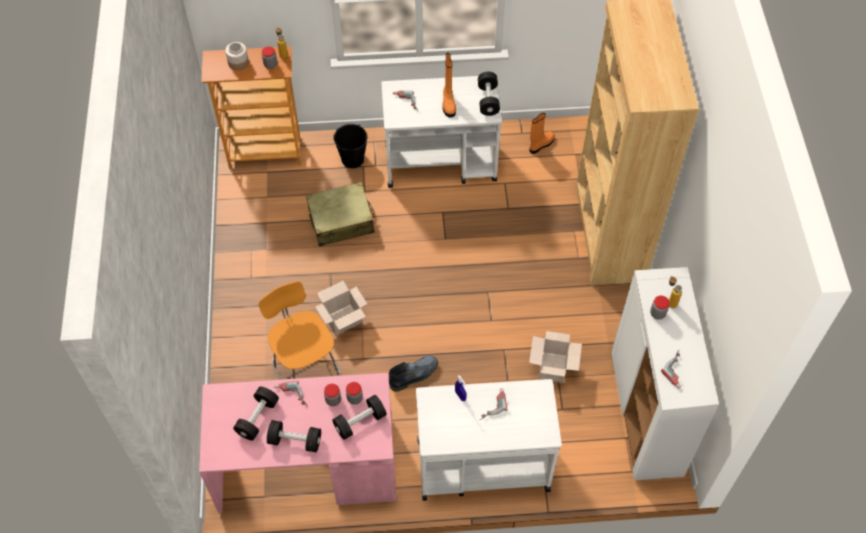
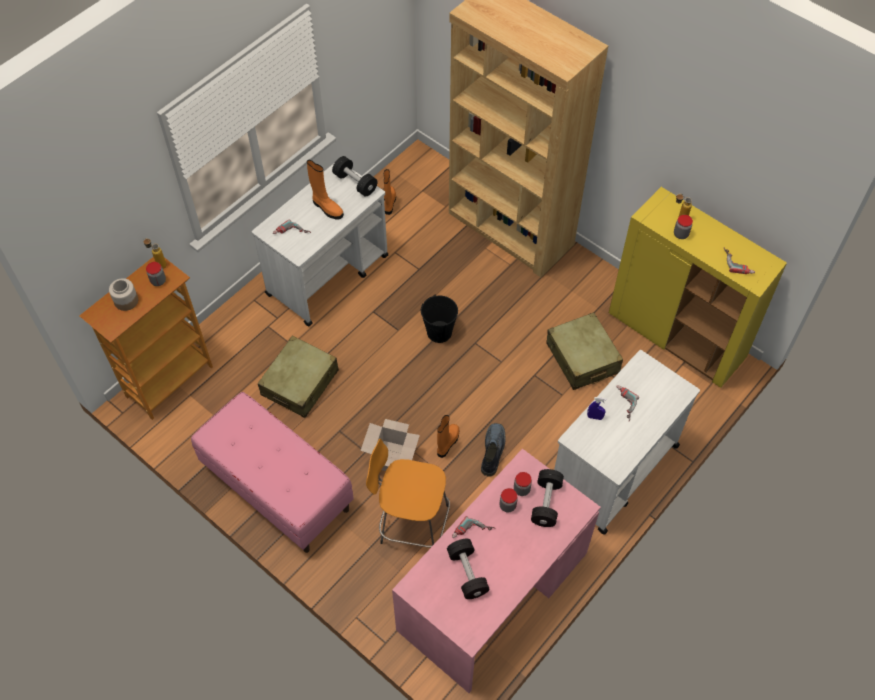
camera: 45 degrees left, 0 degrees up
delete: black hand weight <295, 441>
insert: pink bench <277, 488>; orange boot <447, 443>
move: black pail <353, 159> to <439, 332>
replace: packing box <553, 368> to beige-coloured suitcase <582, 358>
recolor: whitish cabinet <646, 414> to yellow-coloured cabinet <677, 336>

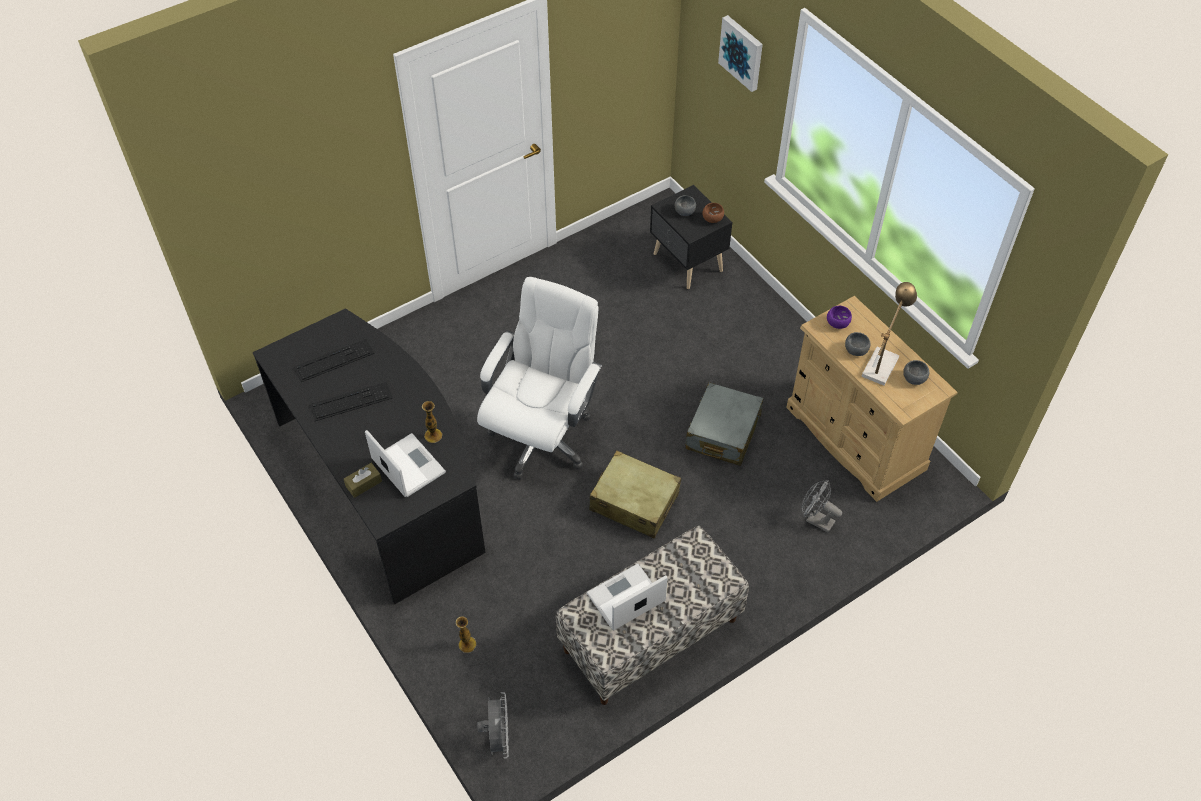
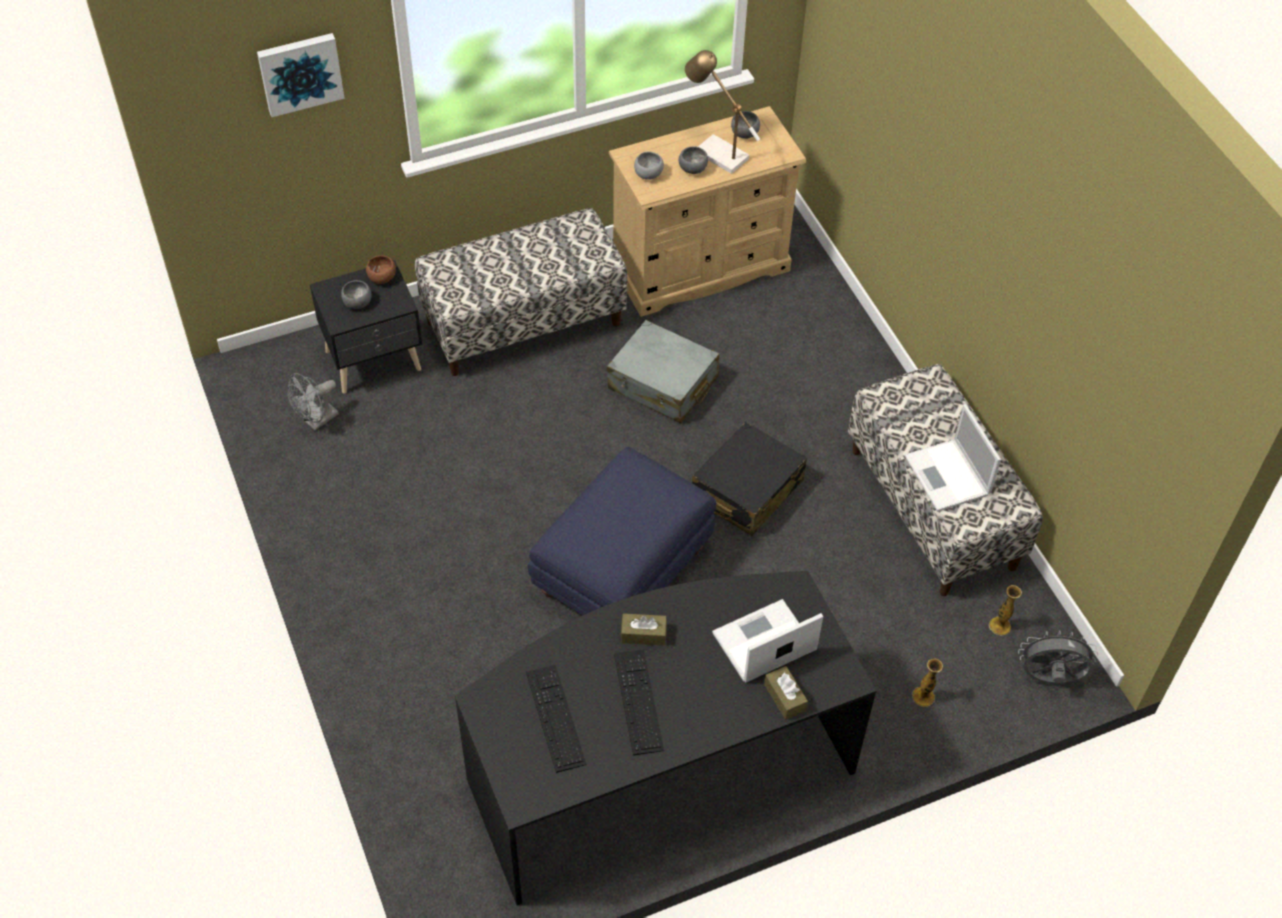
camera: 80 degrees left, 0 degrees up
insert: bench <524, 322>; brownish box of tissues <643, 634>
move: decorative vase <433, 435> to <1000, 626>; grey electric fan <815, 520> to <317, 421>
replace: whitish desk chair <542, 436> to blue-coloured ottoman <623, 570>
recolor: beige-coloured suitcase <634, 502> to black suitcase <746, 490>; purplish serving bowl <838, 324> to grey serving bowl <649, 174>

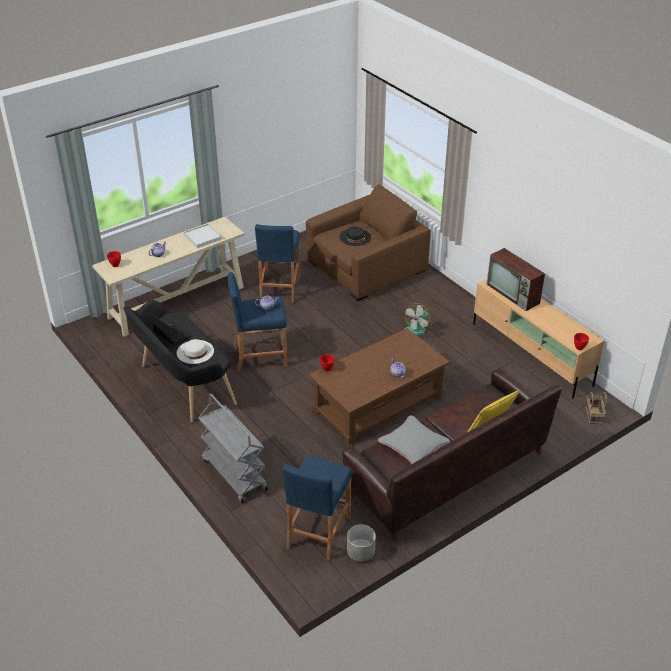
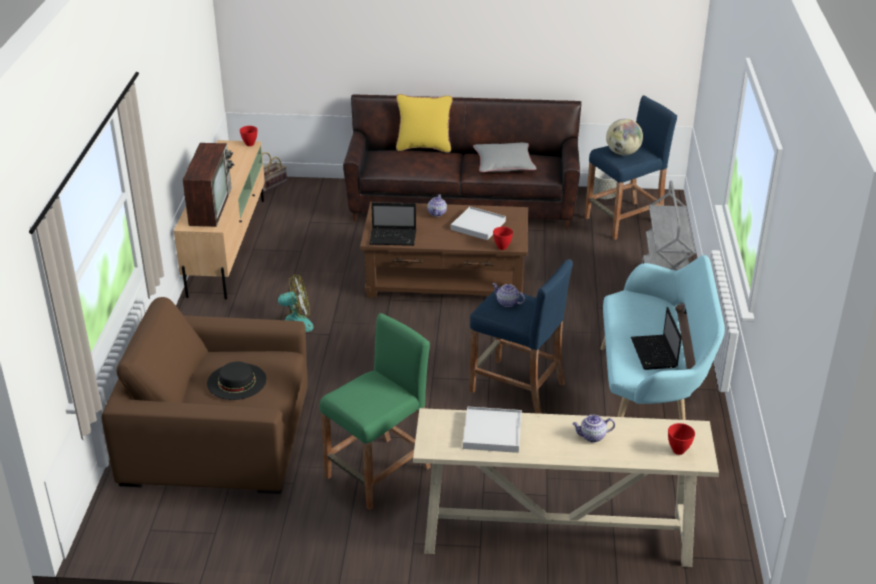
camera: 140 degrees left, 5 degrees down
delete: whitish clothing hat <195, 351>
insert: laptop <394, 238>; whitish carrying tray <478, 225>; globe <622, 153>
recolor: black bench <182, 386> to turquoise bench <649, 401>; blue-coloured stool seat <279, 288> to greenish stool seat <378, 472>

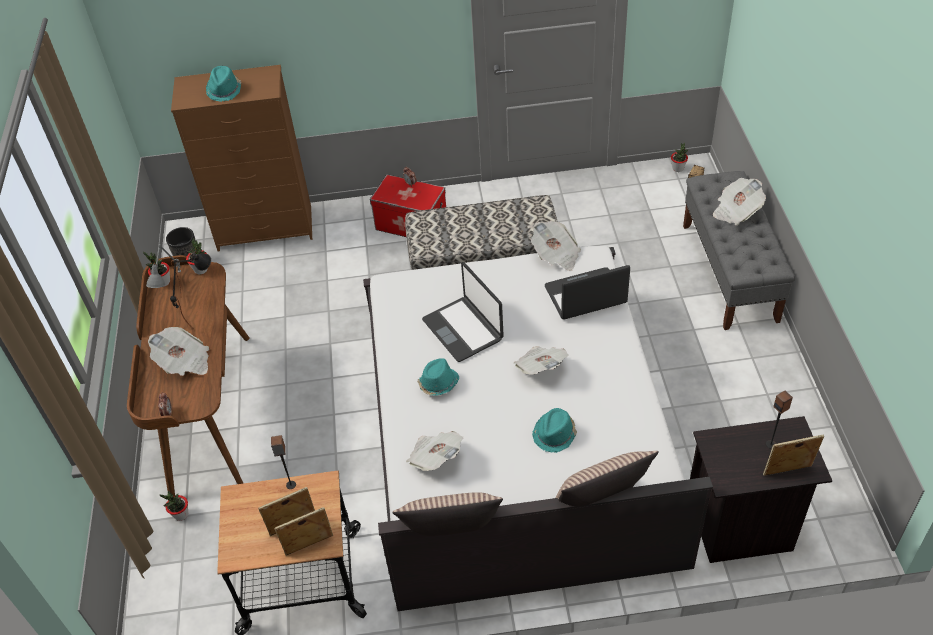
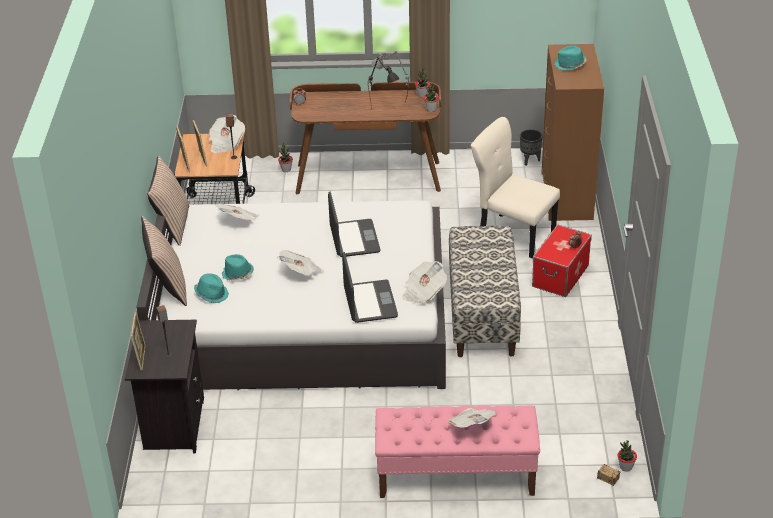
camera: 95 degrees right, 10 degrees down
insert: beige-coloured plain chair <513, 234>
move: daily paper <184, 362> to <226, 143>; turquoise clothing hat <438, 384> to <212, 294>
recolor: grey bench <729, 272> to pink bench <455, 476>
rotate: laptop <463, 329> = <354, 239> 105 degrees clockwise

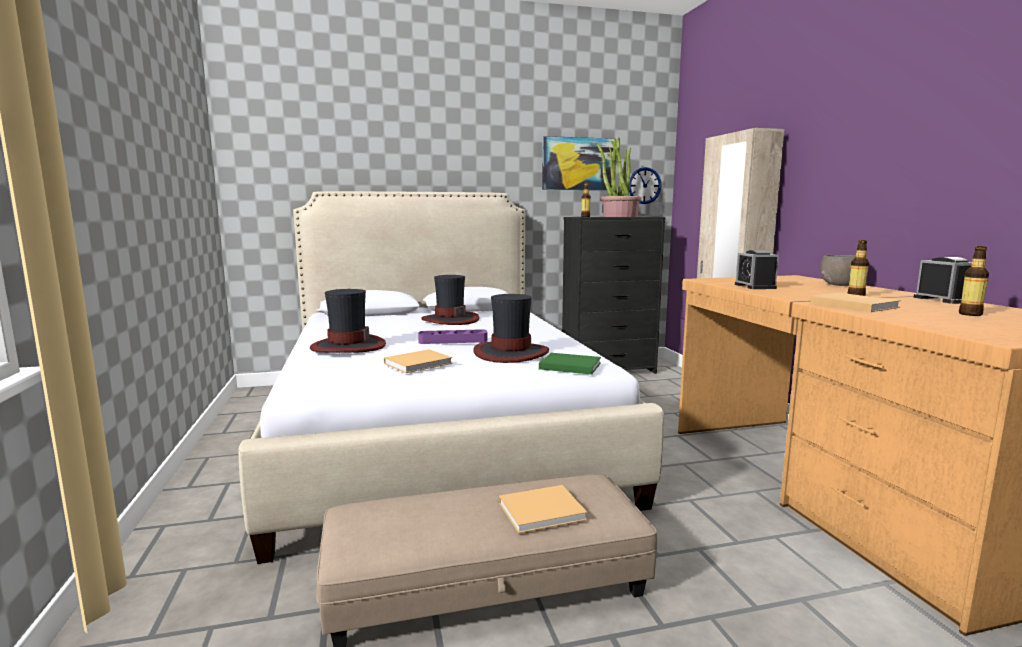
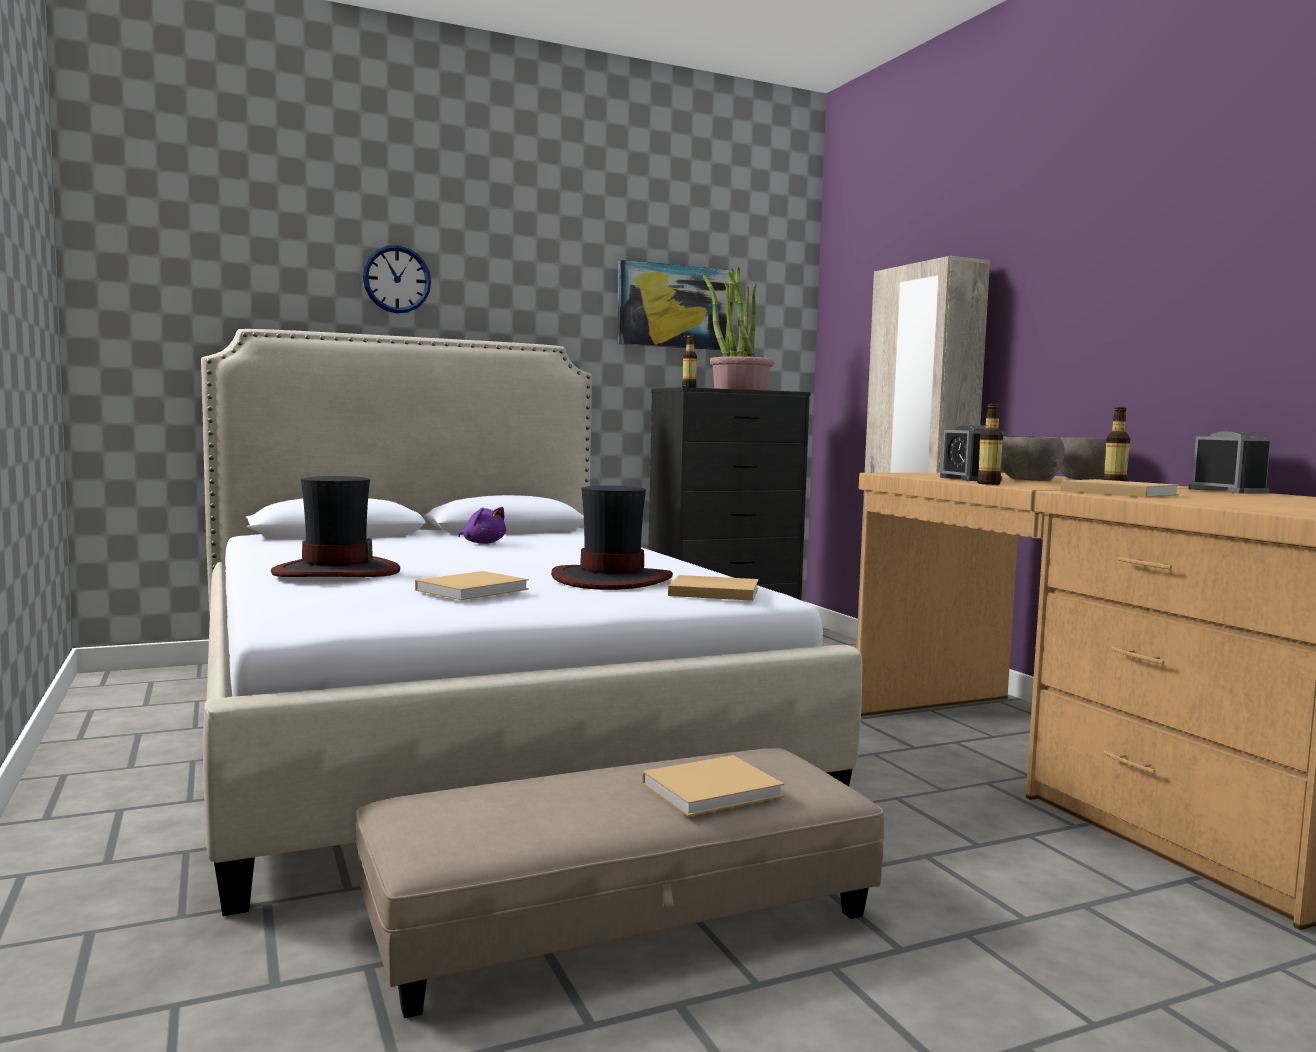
camera: 10 degrees left, 5 degrees down
delete: purplish carrying tray <453, 341>
insert: grey serving bowl <1028, 480>
move: wall clock <644, 185> to <397, 279>; bottle <970, 314> to <988, 483>
replace: clothing hat <450, 320> to purplish plush toy <483, 543>
recolor: greenish bound book <568, 366> to beige-coloured bound book <711, 592>

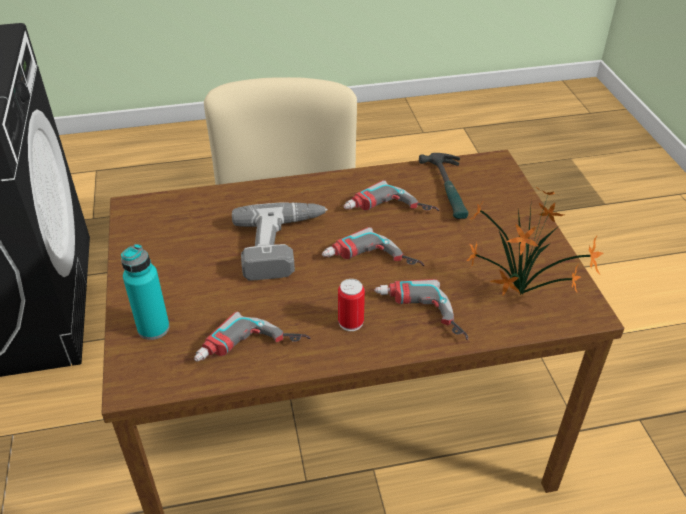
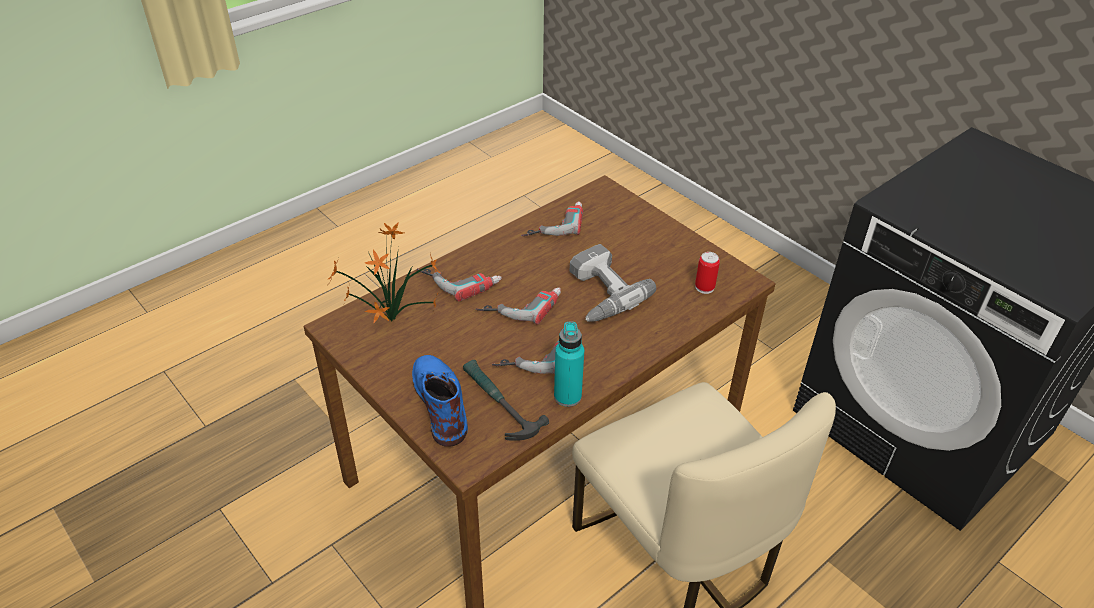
camera: 150 degrees right, 0 degrees up
insert: blue-coloured boot <440, 401>
move: turquoise bottle <153, 328> to <567, 396>; metal can <350, 322> to <704, 287>

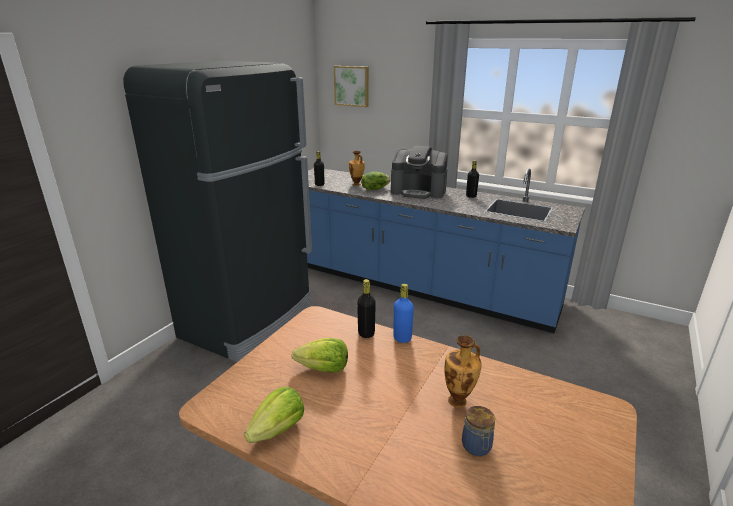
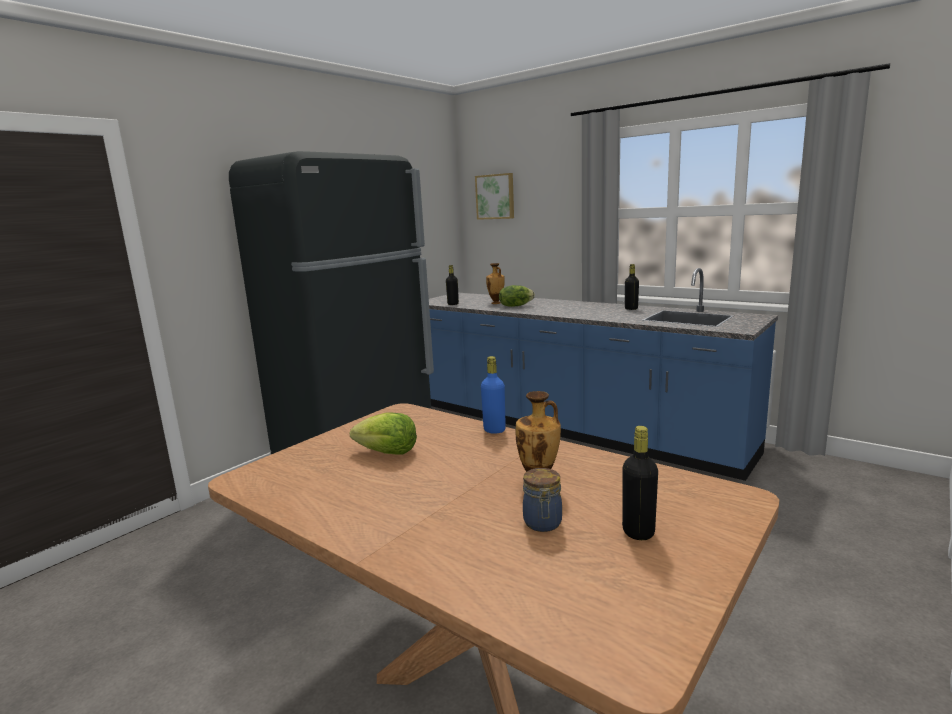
camera: 10 degrees right, 10 degrees down
delete: head of lettuce <278, 429>; coffee machine <418, 191>
move: black bottle <366, 333> to <638, 532>

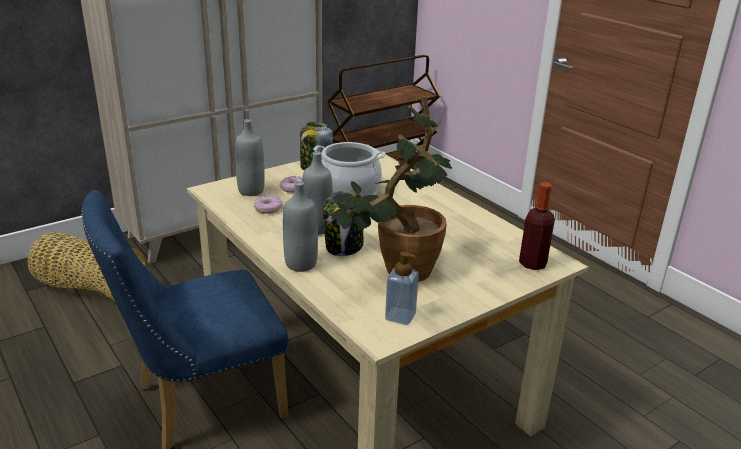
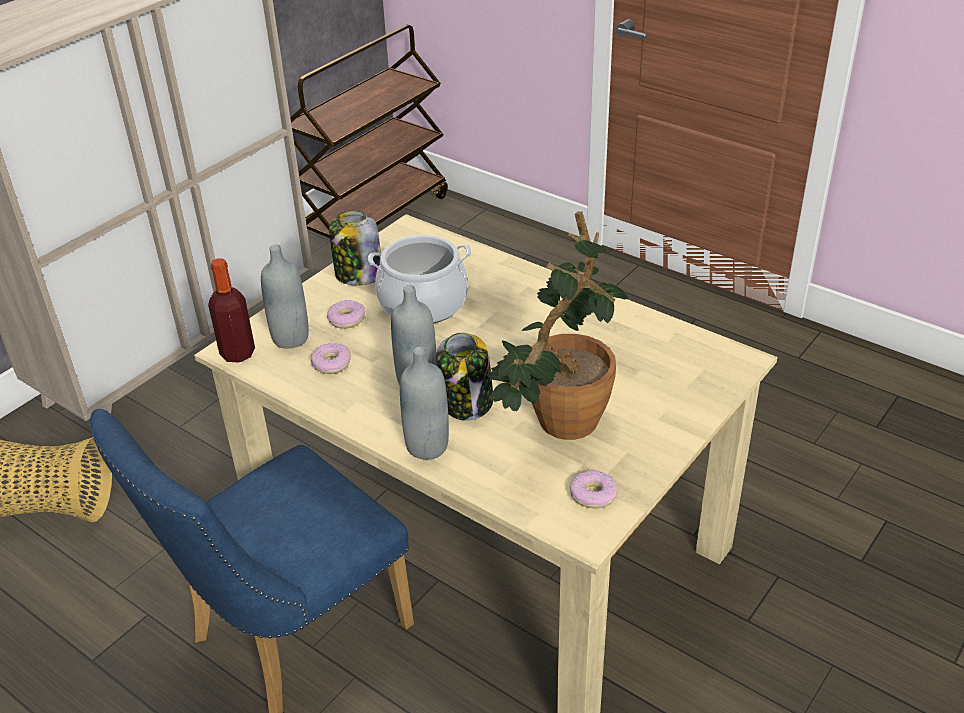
camera: 15 degrees left, 10 degrees up
move: bottle <532, 263> to <237, 353>
replace: soap bottle <400, 316> to ring doughnut <593, 495>

